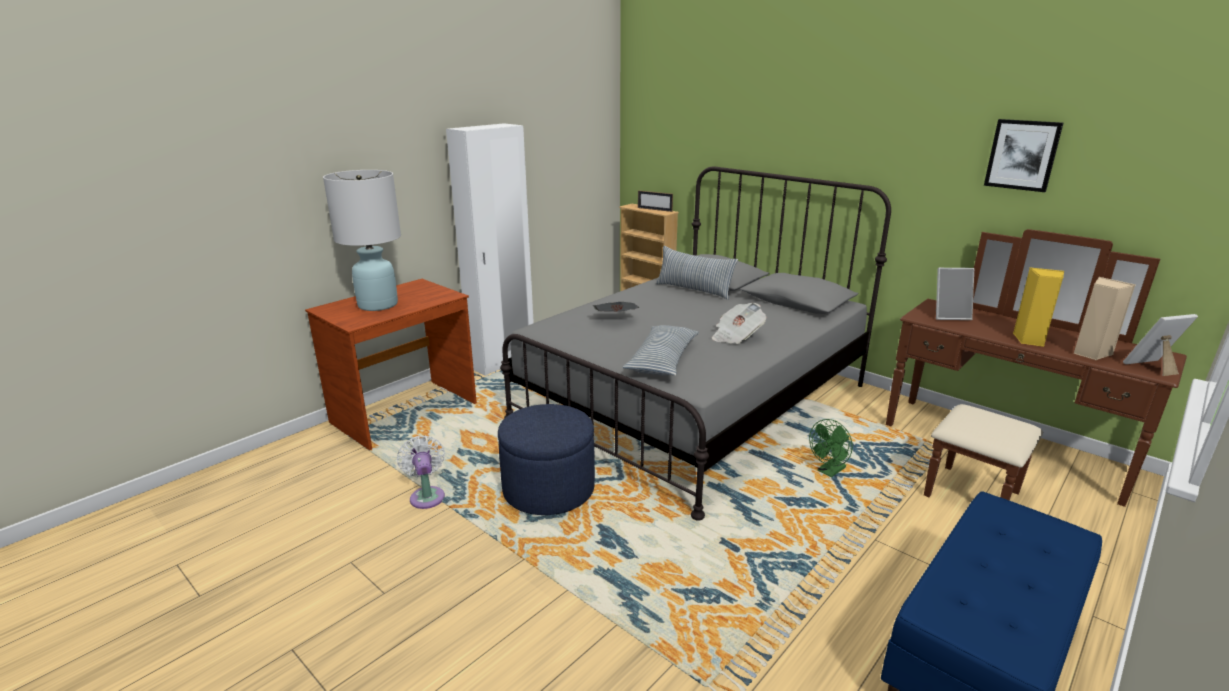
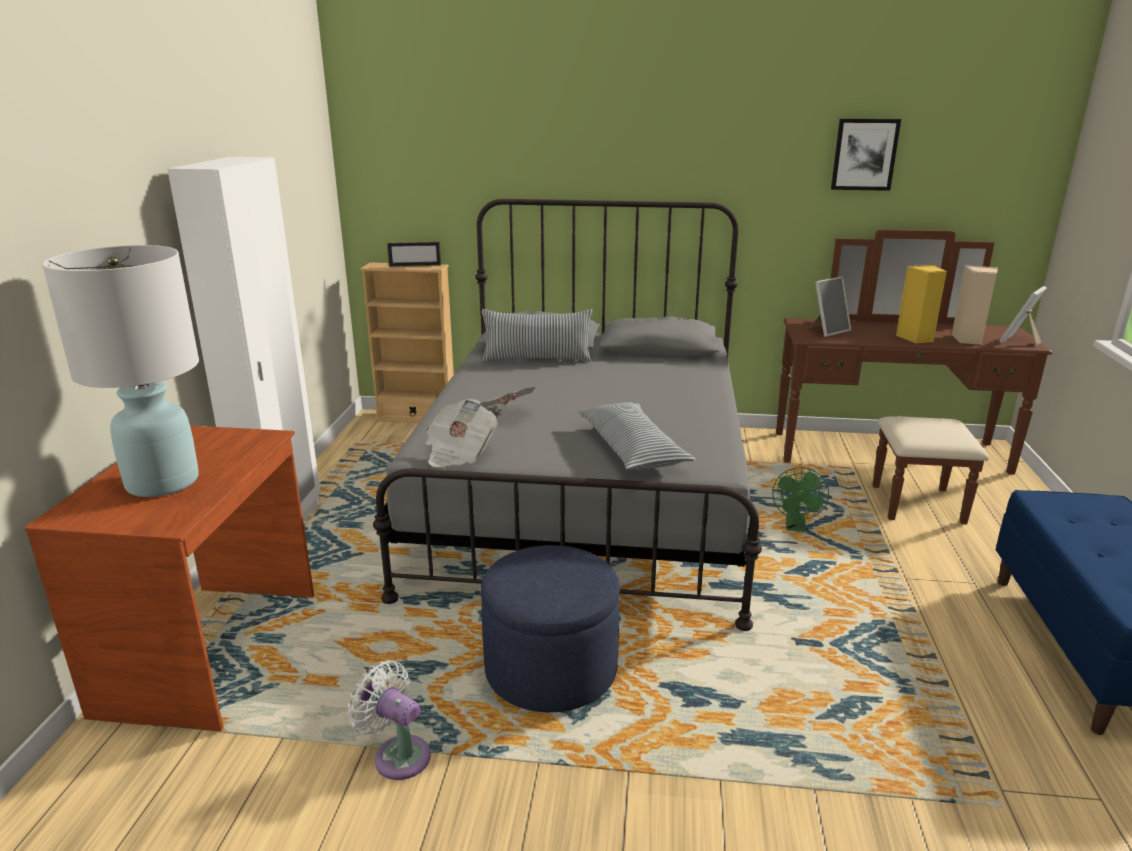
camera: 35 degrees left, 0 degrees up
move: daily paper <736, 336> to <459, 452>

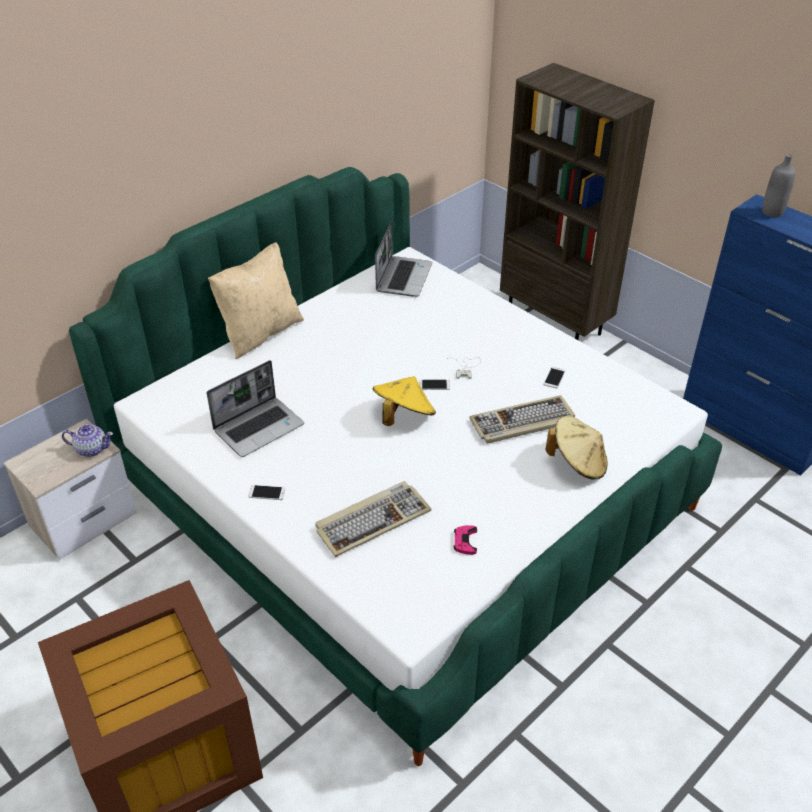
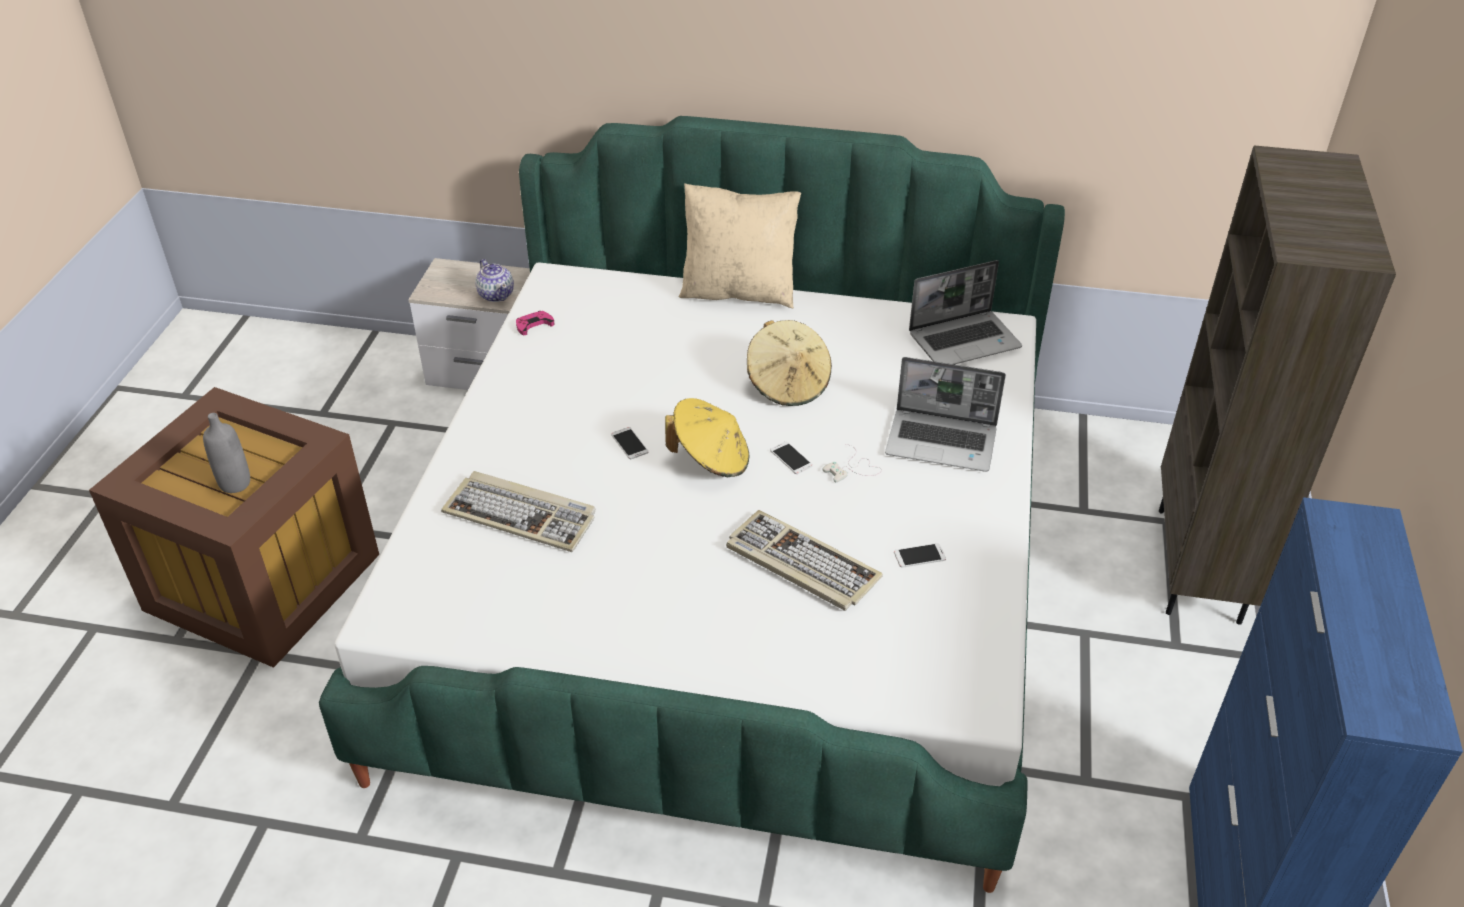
camera: 55 degrees right, 0 degrees up
move: laptop <259, 427> to <942, 442>; phone <267, 493> to <629, 443>; pink gamepad <465, 542> to <534, 325>; beige-coloured clothing hat <578, 463> to <788, 384>; grey bottle <772, 212> to <235, 483>

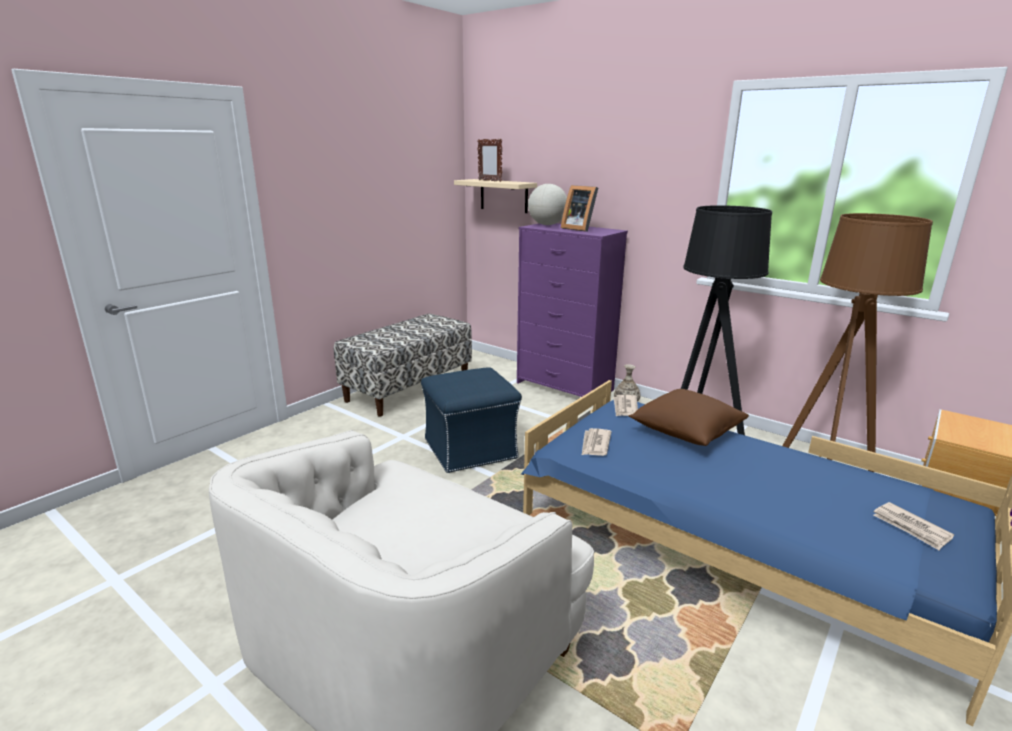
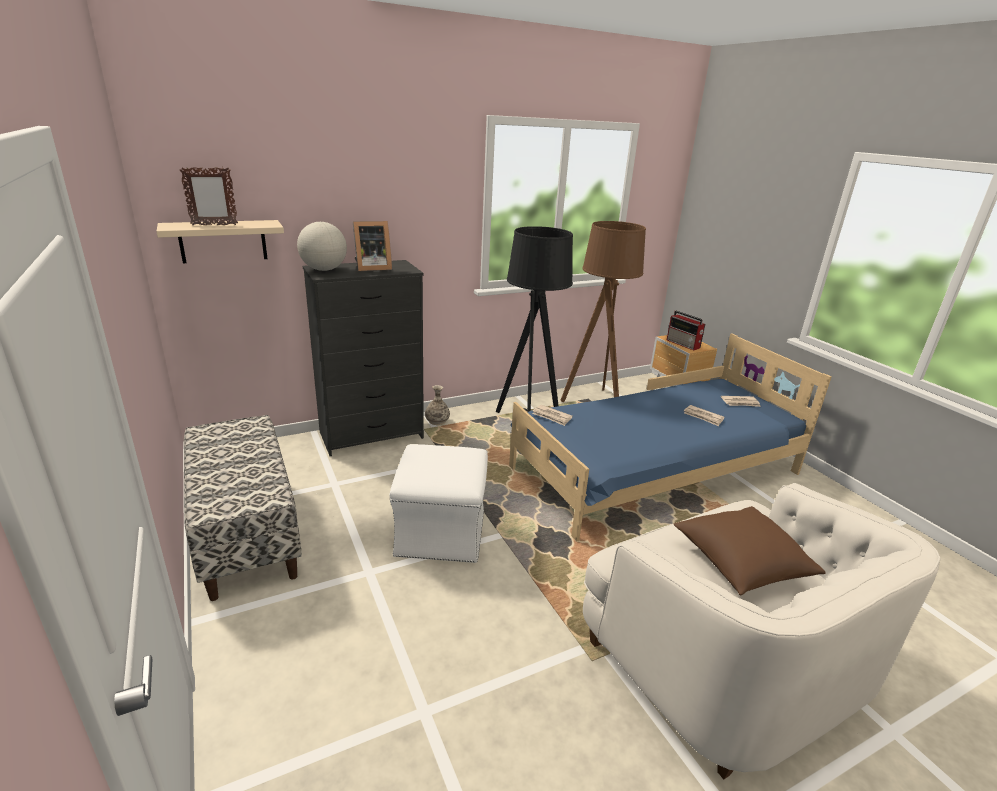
camera: 65 degrees left, 5 degrees up
insert: radio set <683, 344>
move: daily paper <595, 444> to <703, 417>; brownish pillow <685, 432> to <740, 564>
recolor: blue-coloured ottoman <471, 448> to whitish ottoman <441, 532>; purplish chest of drawers <565, 387> to black chest of drawers <372, 435>

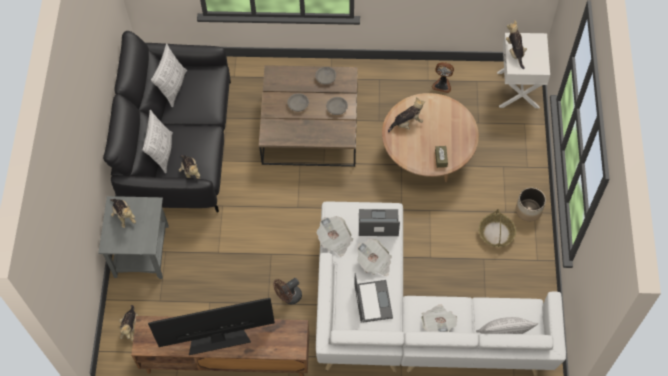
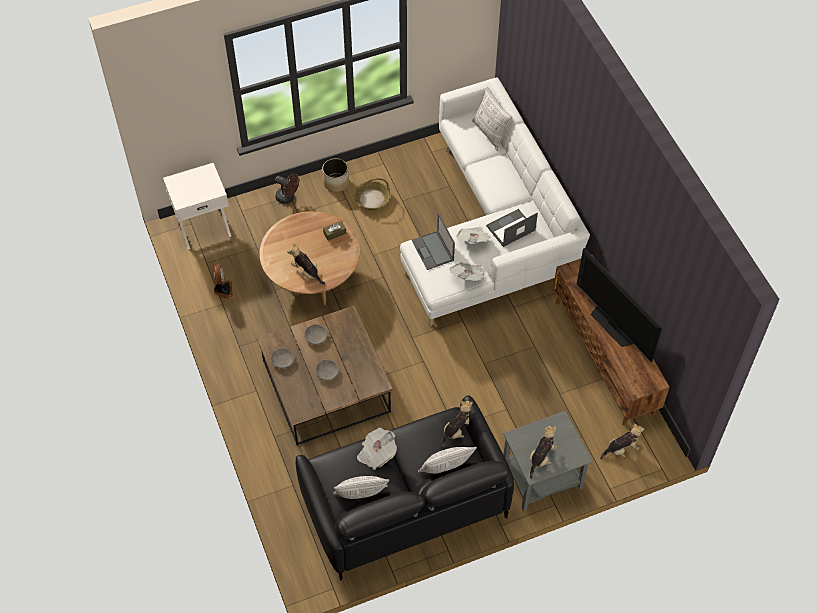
camera: 115 degrees left, 5 degrees down
delete: plush toy <515, 52>
move: brownish electric fan <289, 297> to <288, 198>; daily paper <438, 322> to <376, 453>

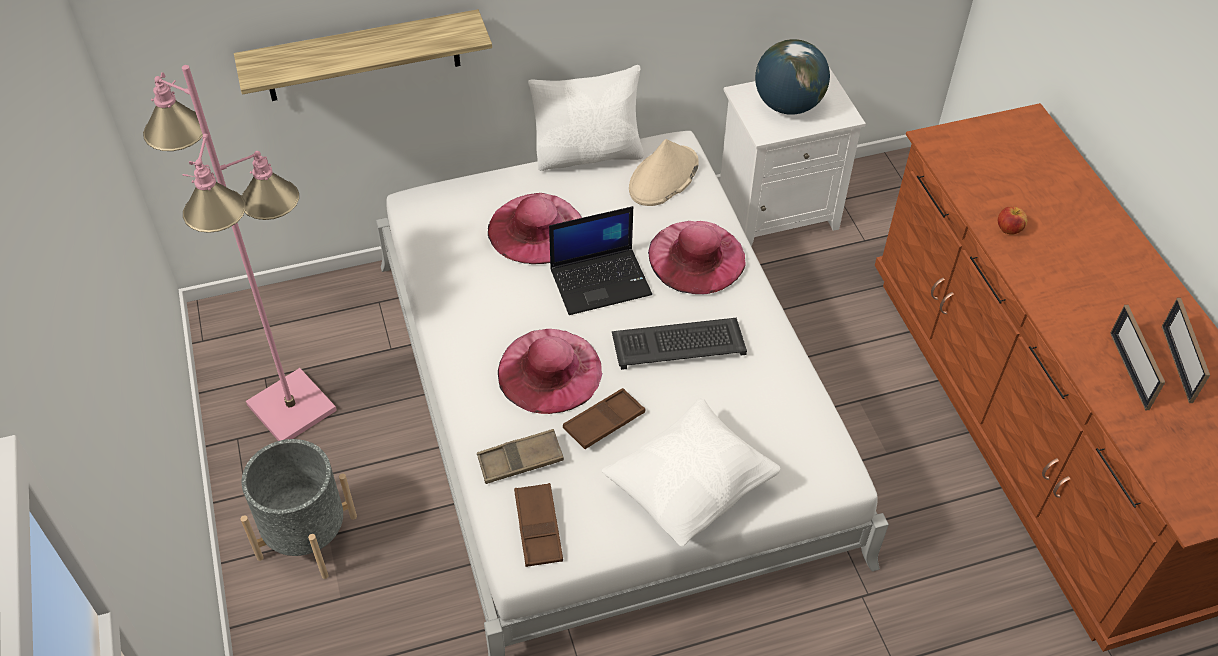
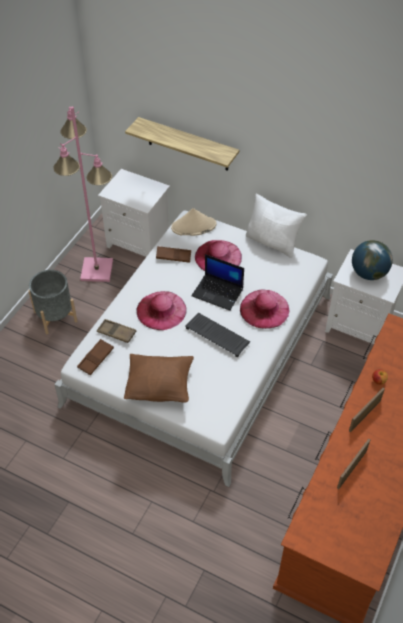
camera: 45 degrees right, 0 degrees up
insert: whitish night table <140, 243>
move: brownish carrying tray <604, 422> to <173, 256>; beige-coloured clothing hat <663, 177> to <193, 226>; photo frame <1177, 363> to <364, 416>
recolor: whitish pillow <690, 488> to brownish pillow <159, 387>

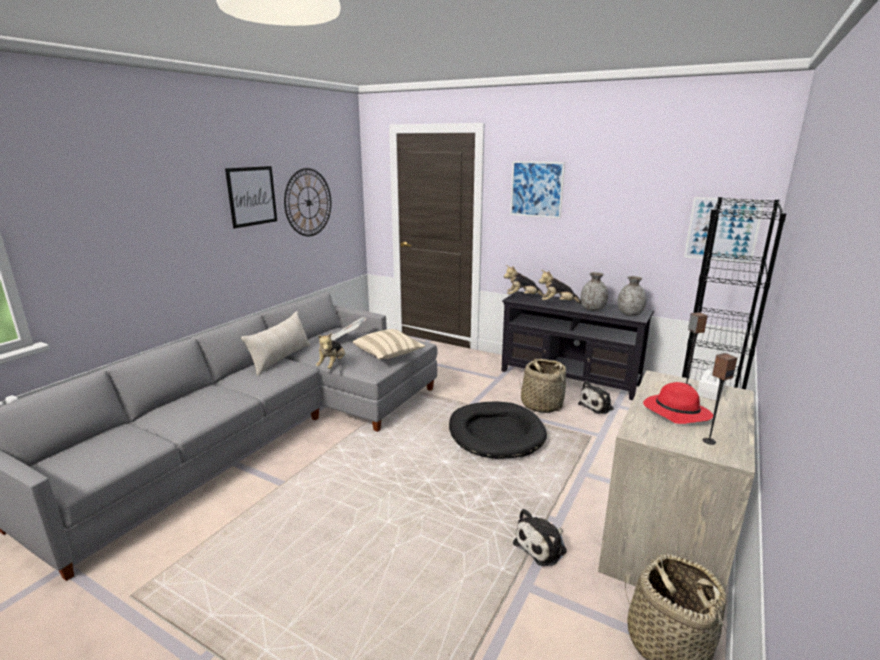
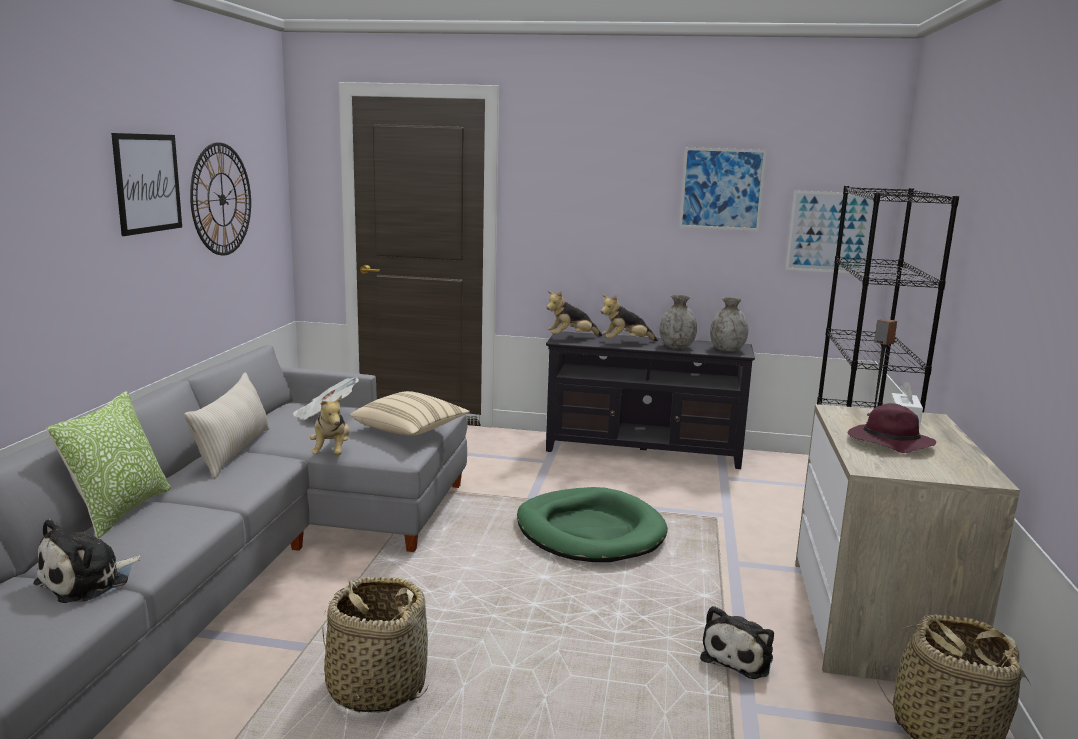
camera: 20 degrees left, 5 degrees down
delete: speaker <708, 441>
insert: pillow <120, 511>
move: wall art <536, 189> to <722, 189>; storage basket <541, 405> to <376, 687>; plush toy <597, 406> to <88, 581>
recolor: black dog cushion <496, 433> to greenish dog cushion <590, 531>; reddish clothing hat <675, 412> to purplish clothing hat <888, 443>

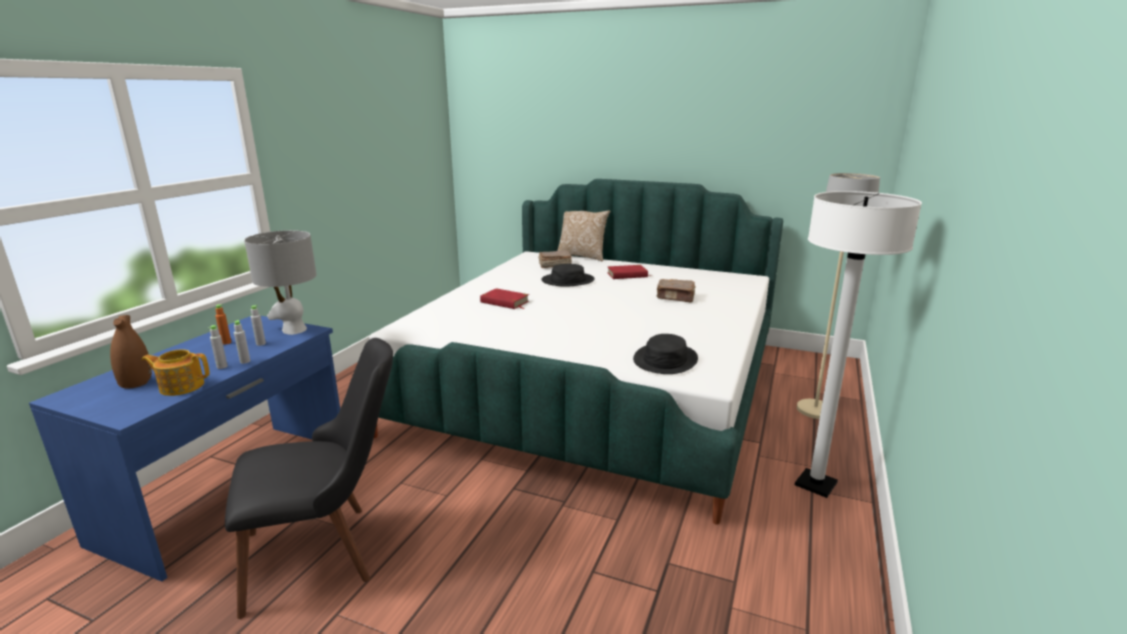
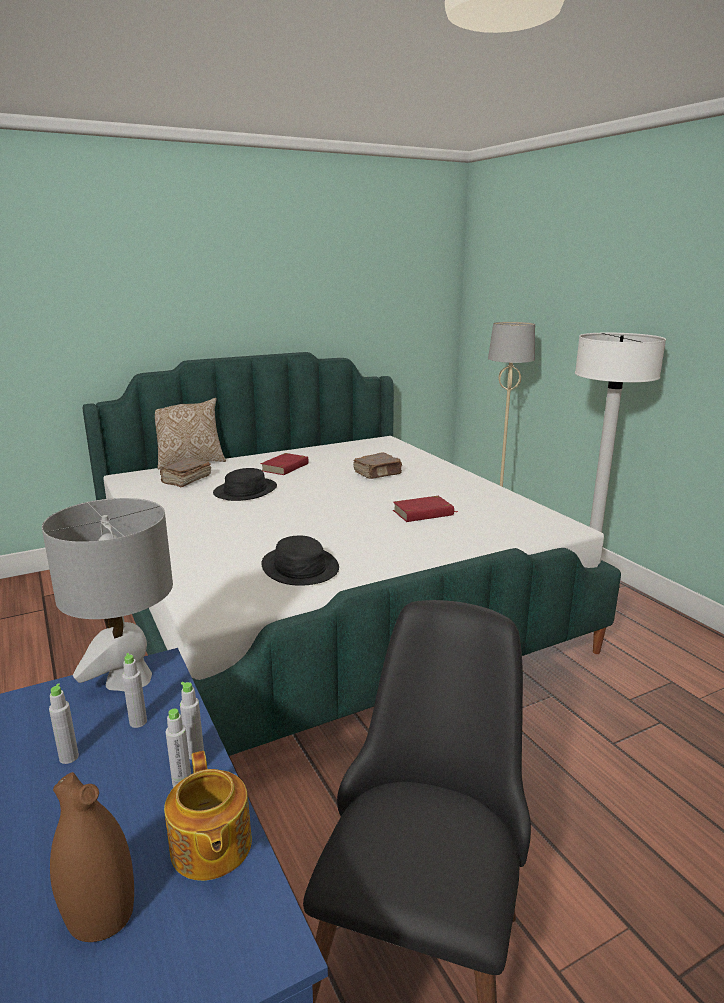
camera: 50 degrees left, 0 degrees up
move: reddish bound book <504, 302> to <423, 513>; black clothing hat <665, 360> to <299, 567>
recolor: orange bottle <226, 342> to grey bottle <69, 757>
rotate: pot for tea <181, 386> = <210, 848> 60 degrees counterclockwise

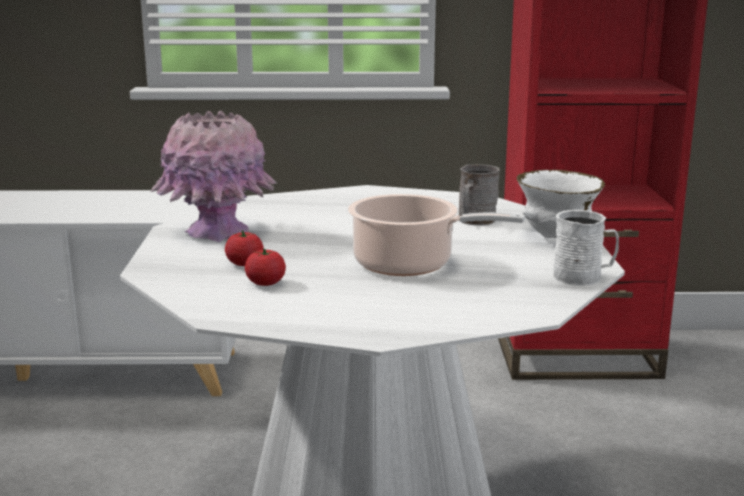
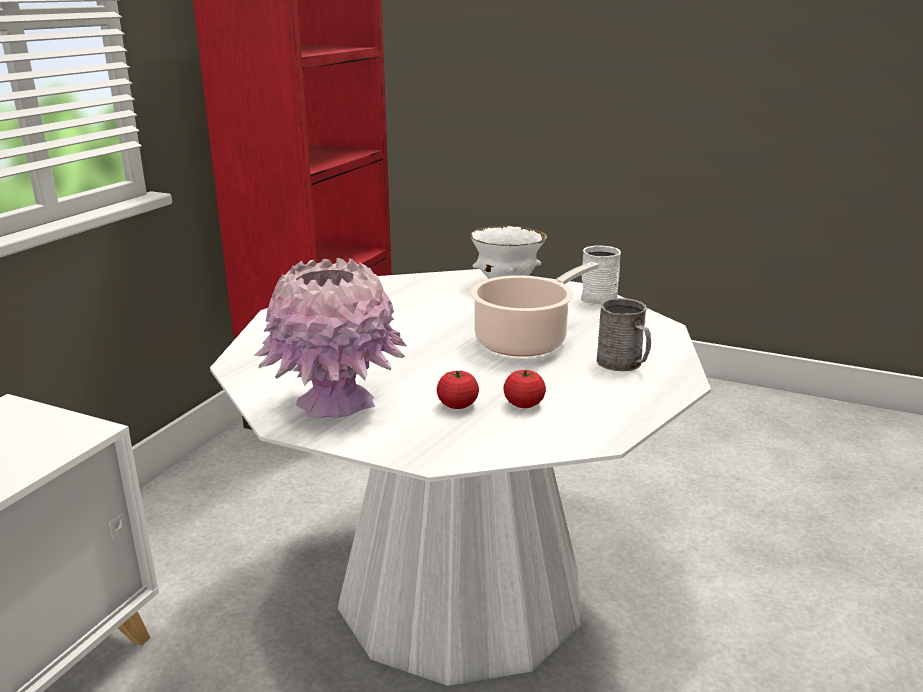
camera: 65 degrees left, 5 degrees up
move: grey tea mug <475, 221> to <623, 364>

